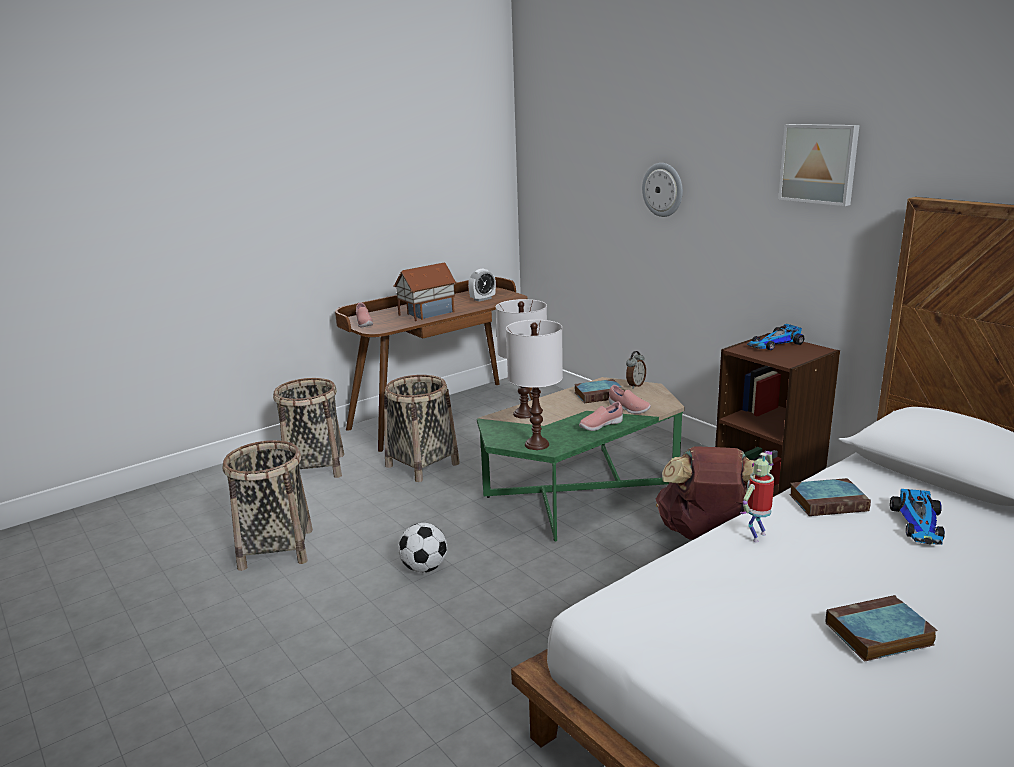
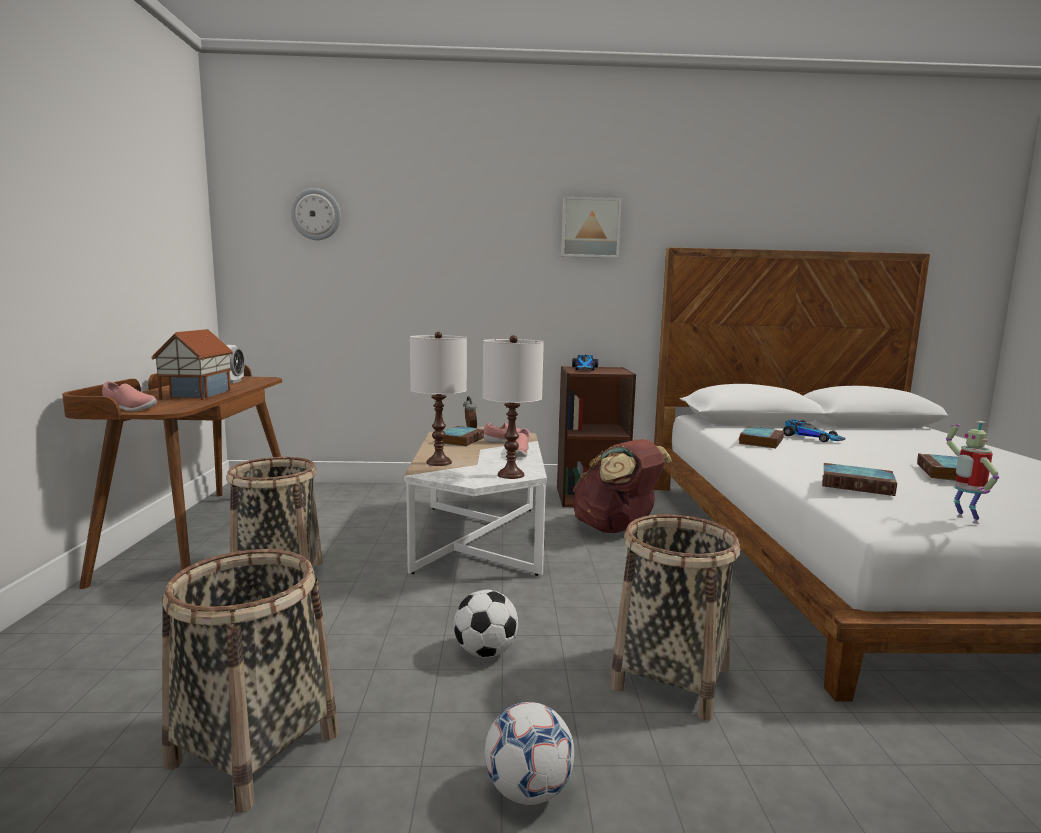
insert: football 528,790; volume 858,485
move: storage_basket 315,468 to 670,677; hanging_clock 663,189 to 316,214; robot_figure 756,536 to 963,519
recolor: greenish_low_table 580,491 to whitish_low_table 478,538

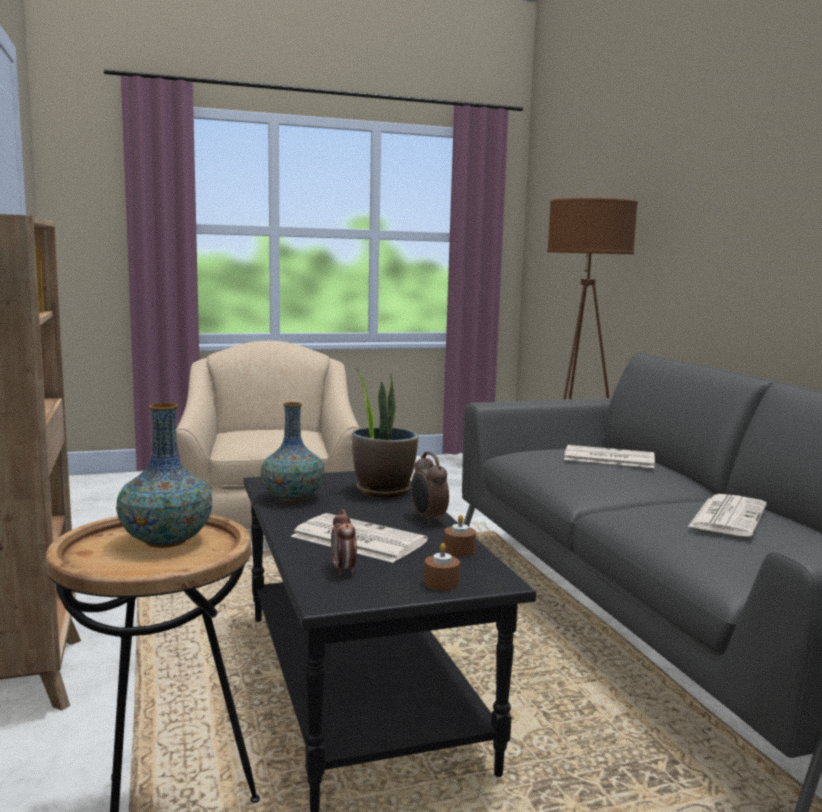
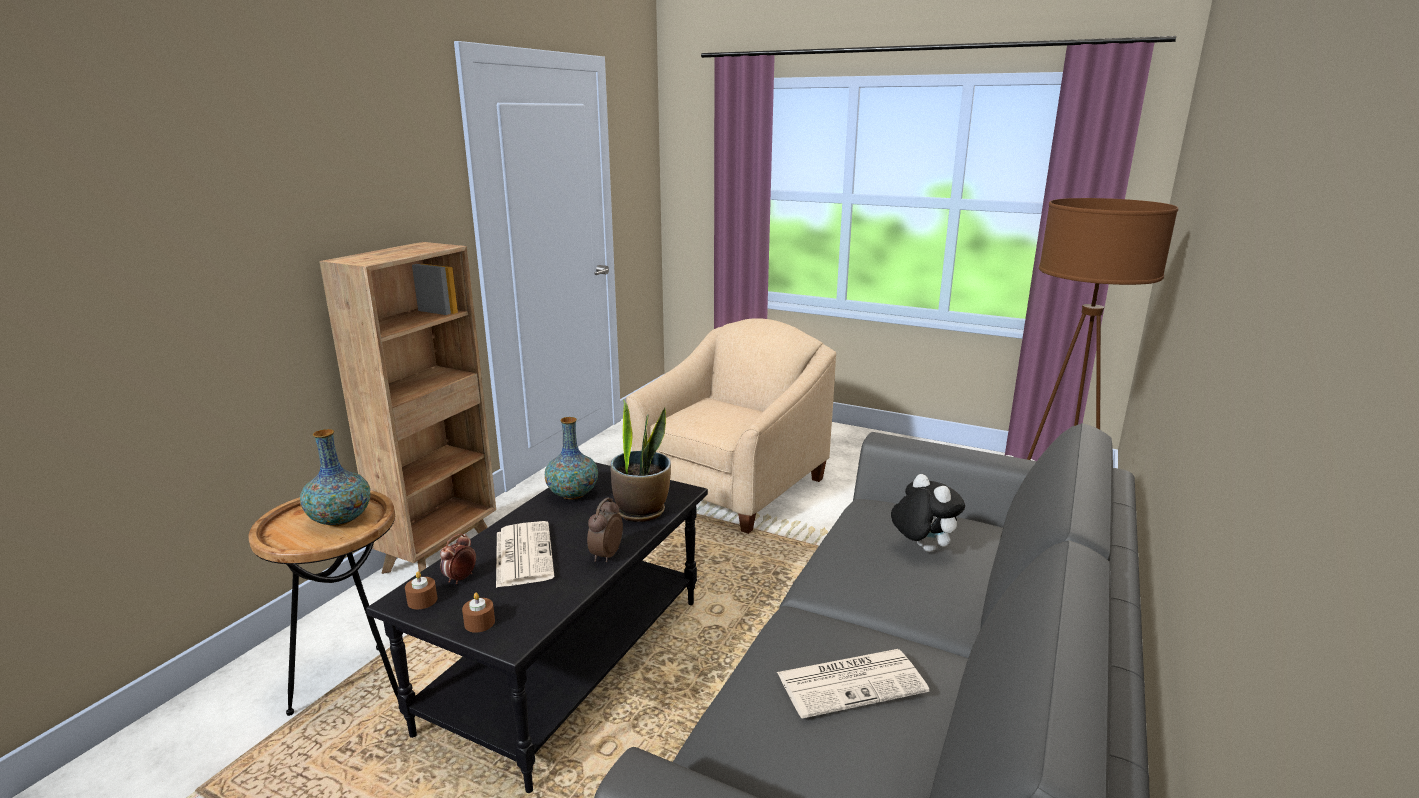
move: brown-coloured_wax_candle 459,551 to 422,600
replace: newspaper 607,458 to soft_toy 921,548

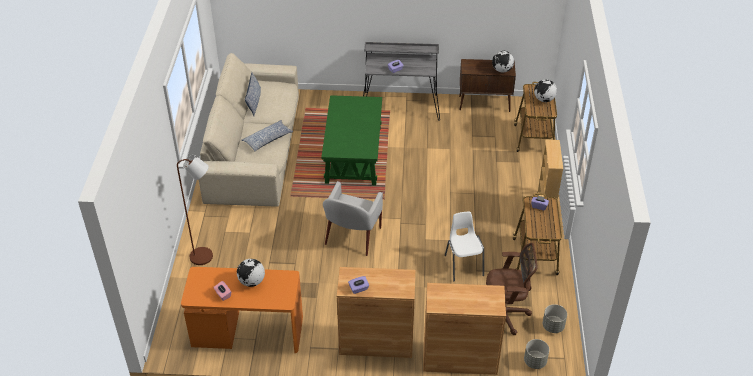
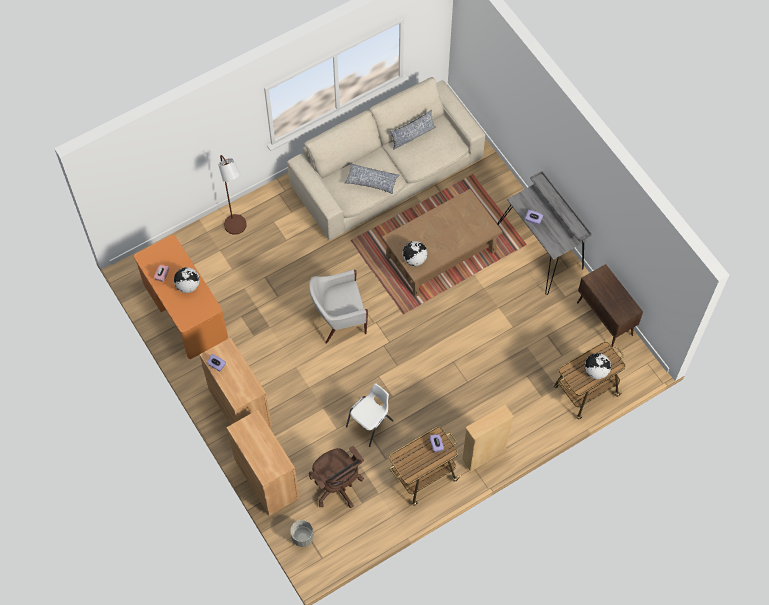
delete: grey_planter 553,326
move: world_globe 502,70 to 414,259
recolor: greenish_low_table 353,154 to brown-coloured_low_table 441,253

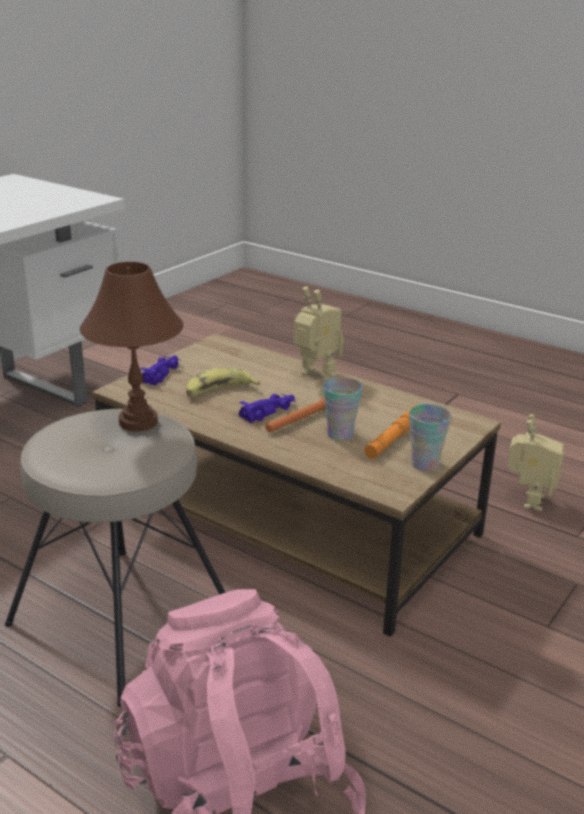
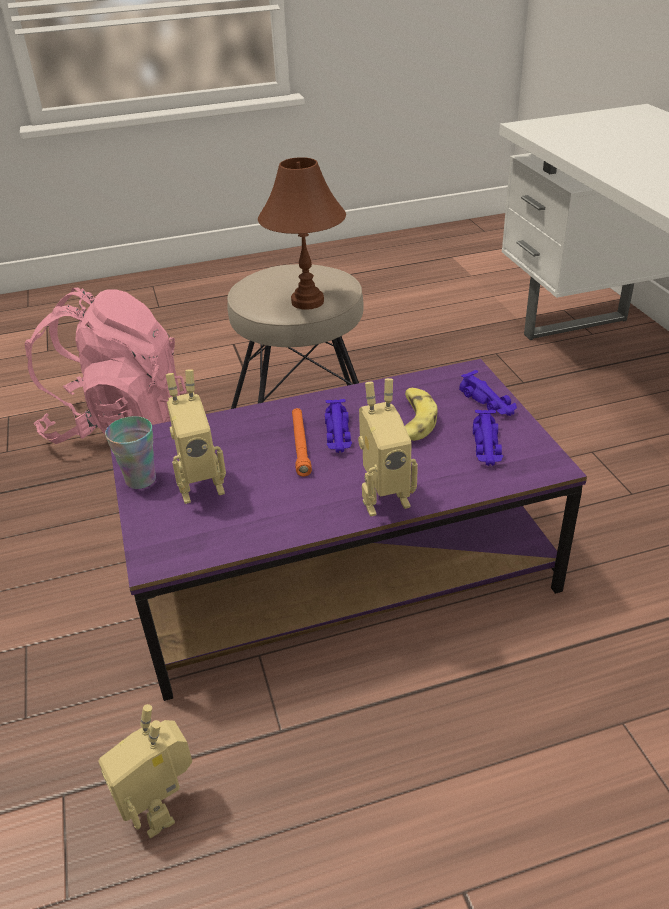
delete: cup 340,434
insert: purple-coloured_miniature_car 486,446
replace: orange_torch 395,437 to robot_figure 200,486
recolor: brown-coloured_low_table 286,517 to purple-coloured_low_table 343,564

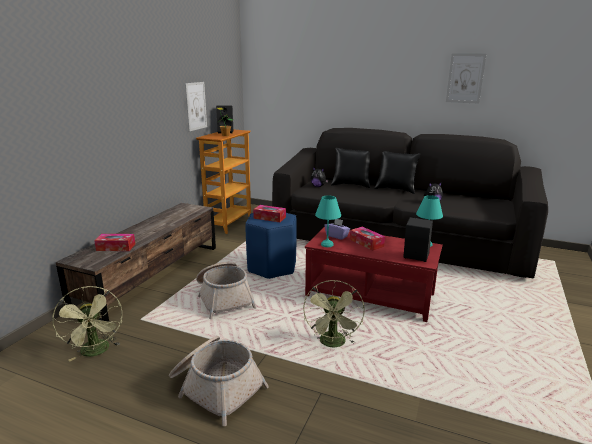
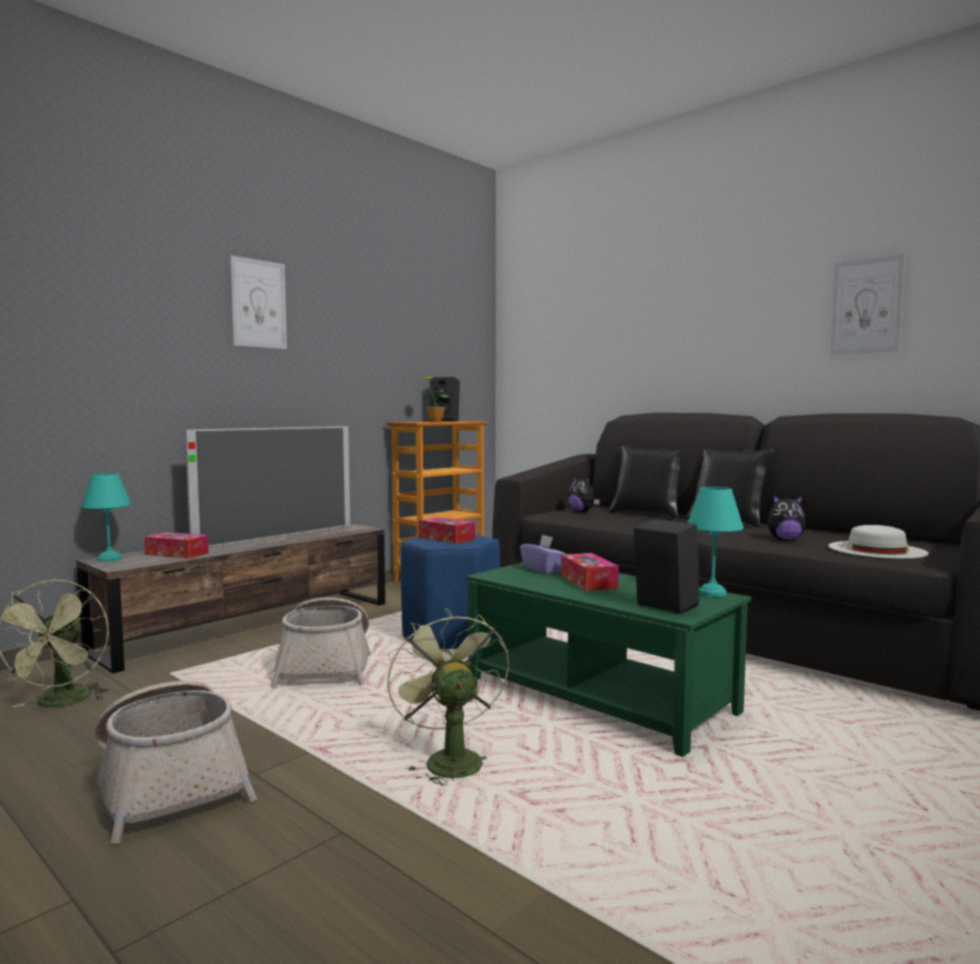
insert: television 277,536; whitish_wearable_hat 877,550
move: picture 196,106 to 258,304; blue-green_lamp_for_a_table 327,245 to 108,559
recolor: reddish_low_table 370,294 to greenish_low_table 600,696
rotate: greenish_cooling_fan 333,344 = 448,759 135 degrees clockwise

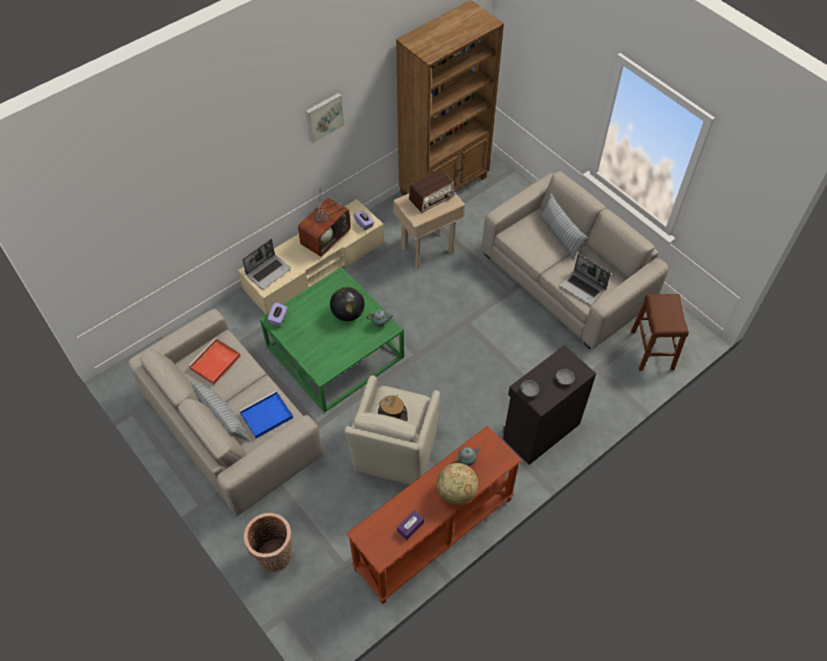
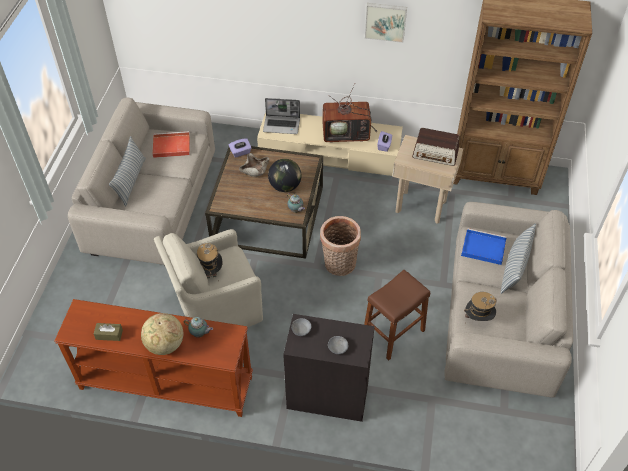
insert: sand-coloured_deep_dish 254,170
move: bluish_carrying_tray 265,416 to 482,248; storage_basket 275,557 to 339,265; brown-coloured_stool_seat 652,350 to 393,333
replace: laptop 583,288 to wearable_hat 478,319
recolor: greenish_low_table 334,352 to brown-coloured_low_table 267,215; purple-coloured_tissue_box 410,527 to brown-coloured_tissue_box 109,334

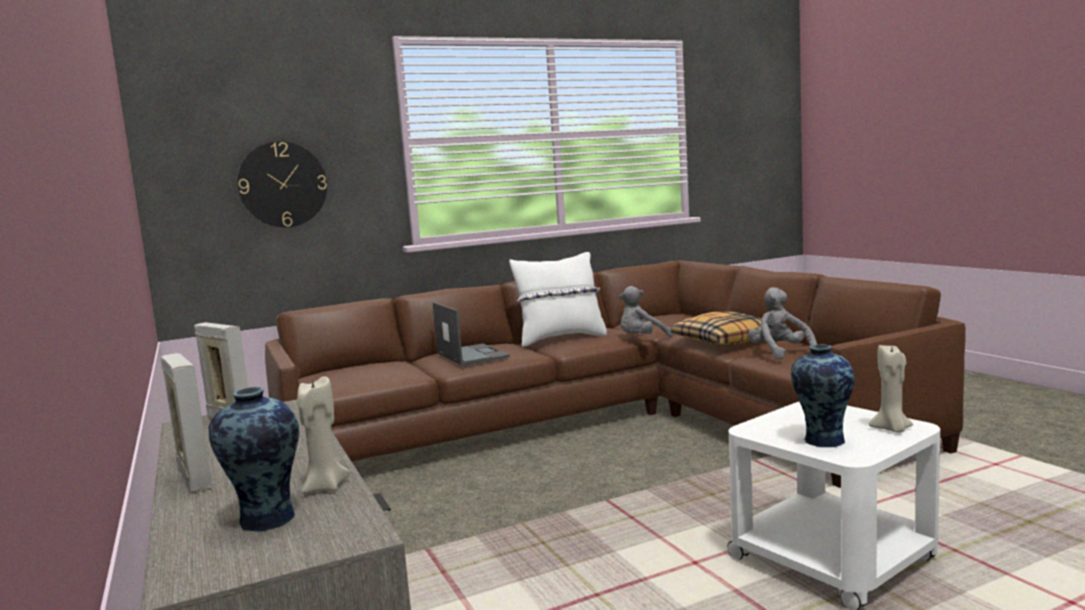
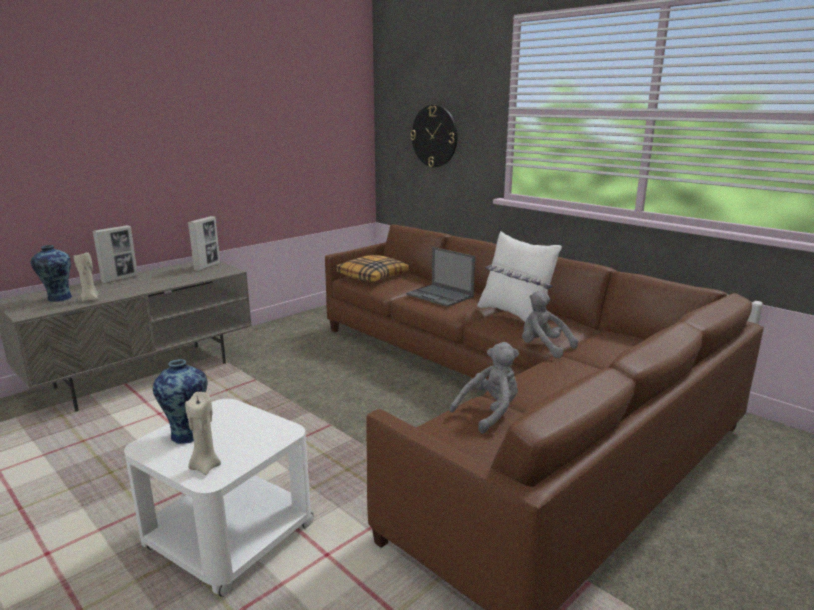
move: throw_pillow 723,340 to 373,276
rotate: laptop 471,355 = 440,295 90 degrees clockwise

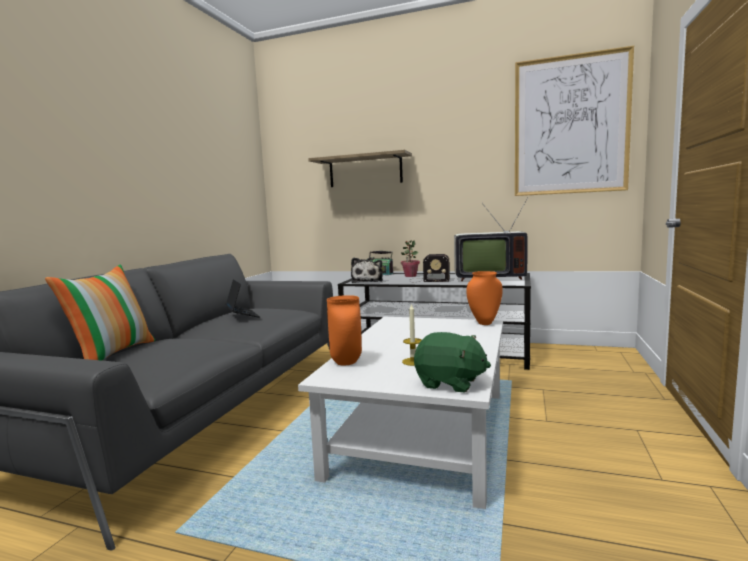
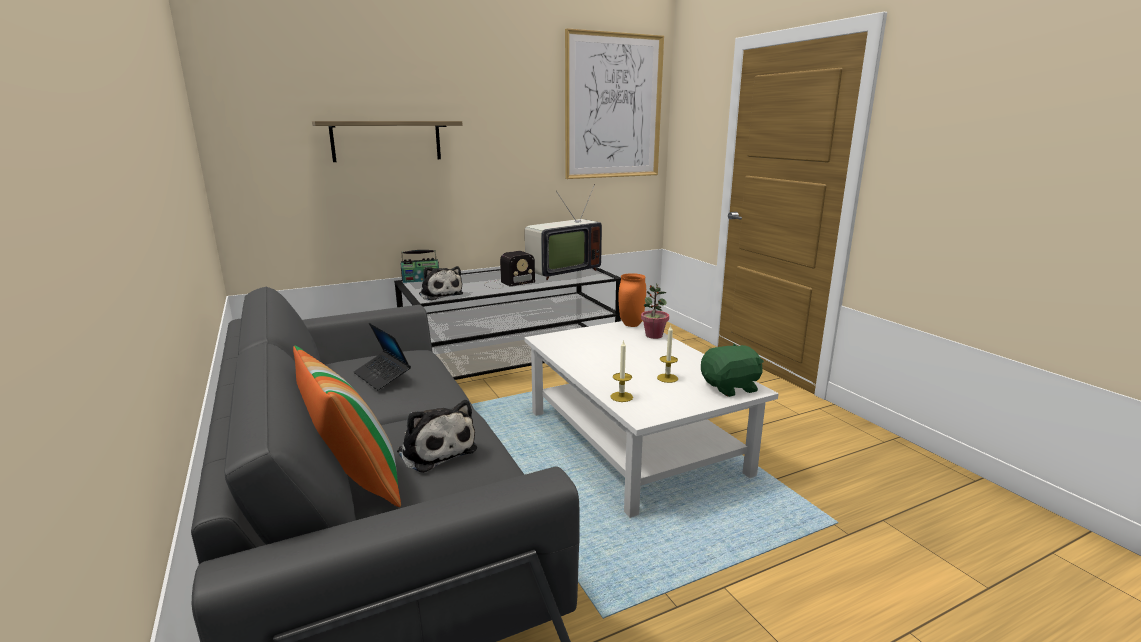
insert: soft_toy 435,450
move: plant_in_a_pot 410,276 to 653,335
replace: orange_decorative_vase 345,363 to wax_candle 621,397
rotate: laptop 242,315 = 382,376 150 degrees counterclockwise

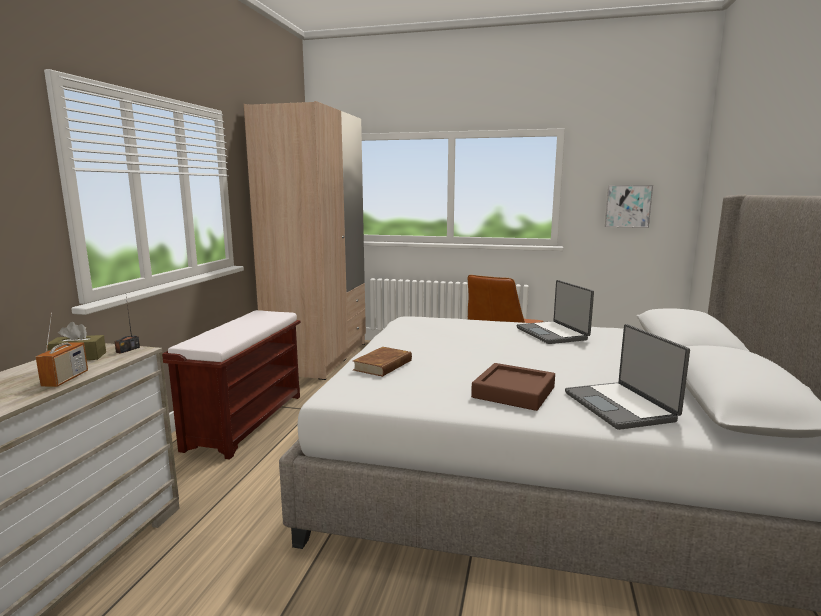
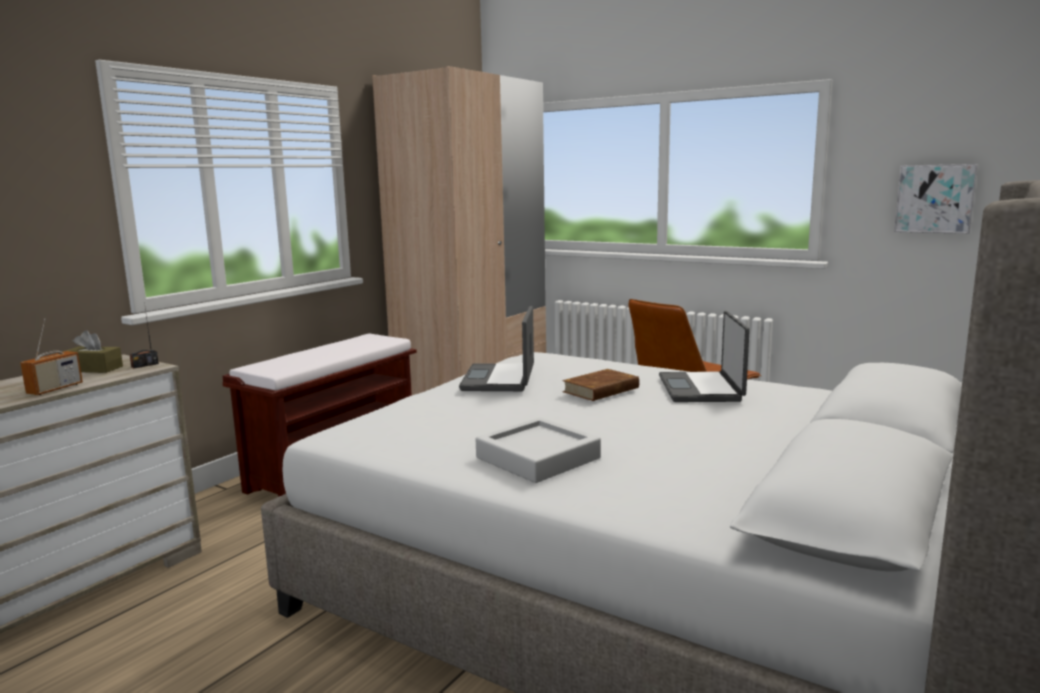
move: brown-coloured_volume 383,365 to 601,390; laptop 621,406 to 500,379
recolor: brown-coloured_carrying_tray 513,392 to grey_carrying_tray 538,458

